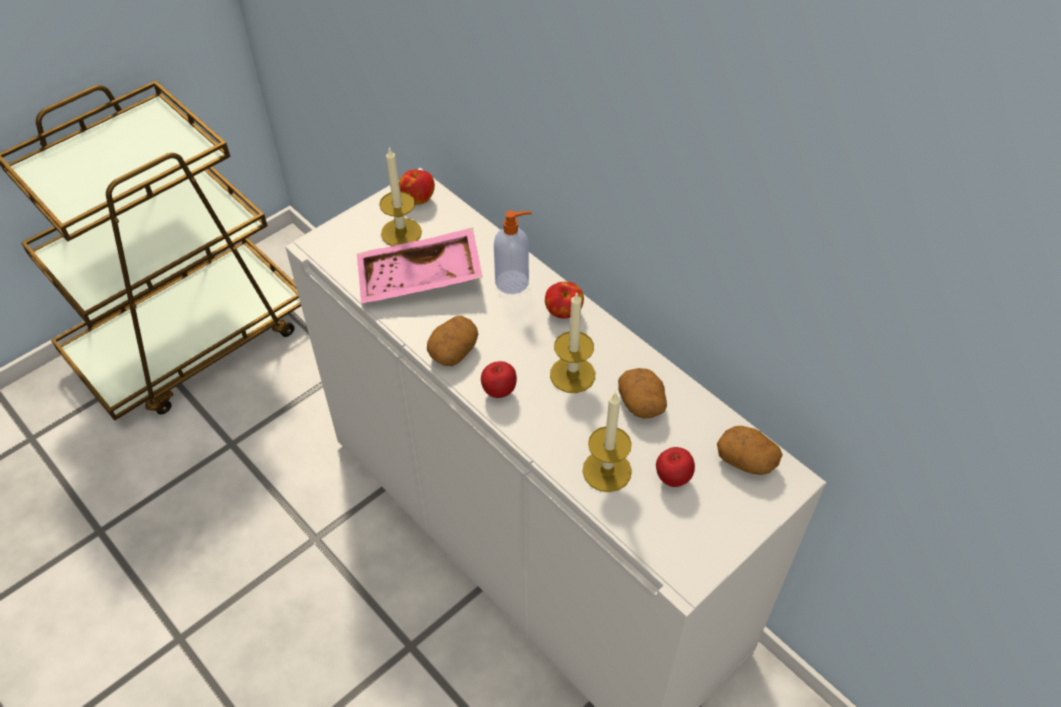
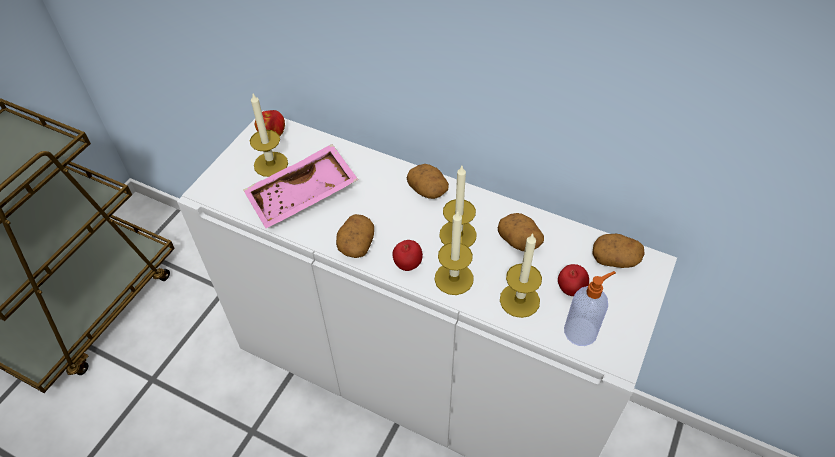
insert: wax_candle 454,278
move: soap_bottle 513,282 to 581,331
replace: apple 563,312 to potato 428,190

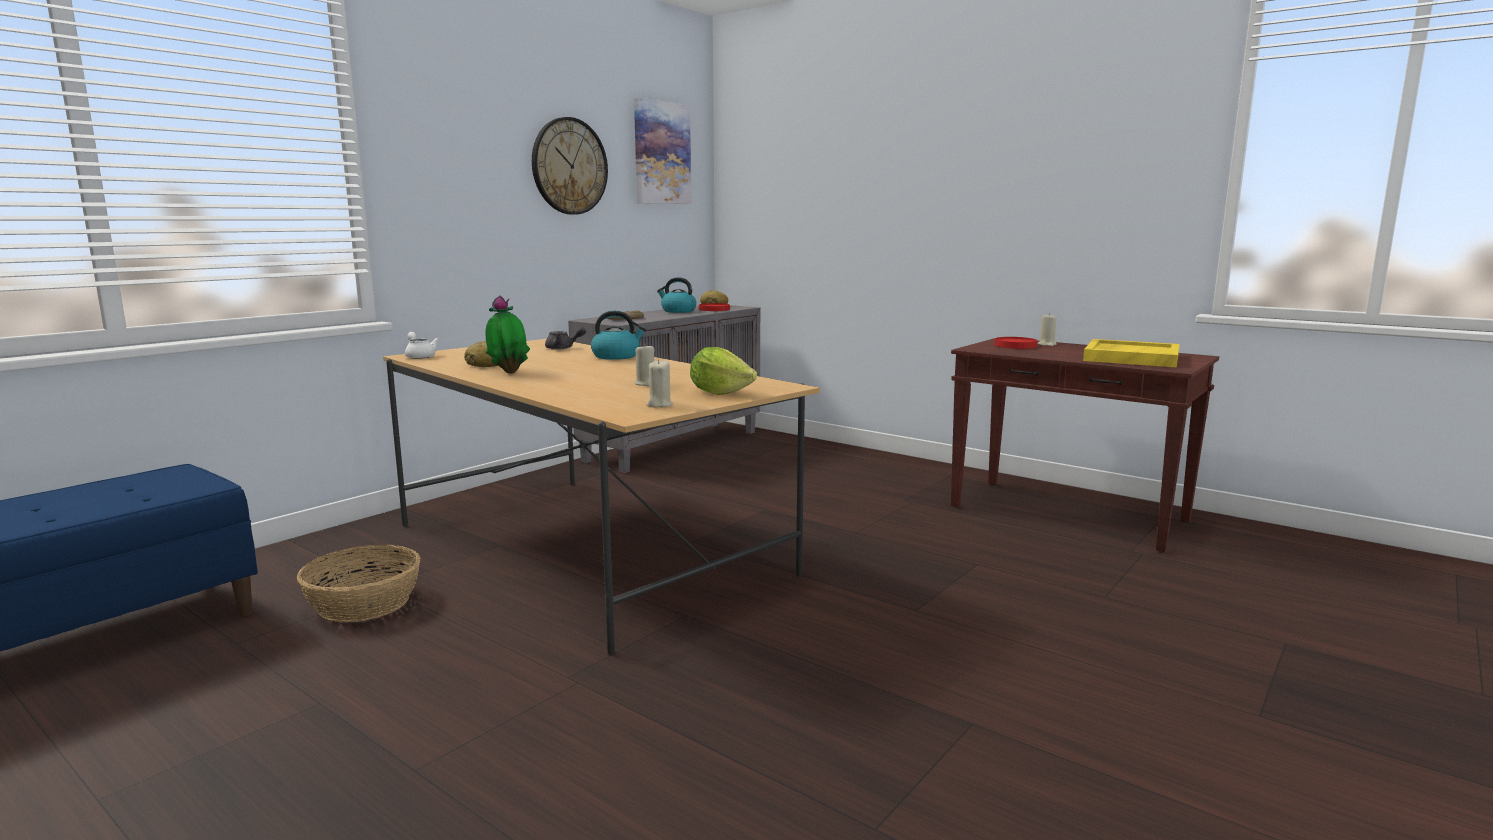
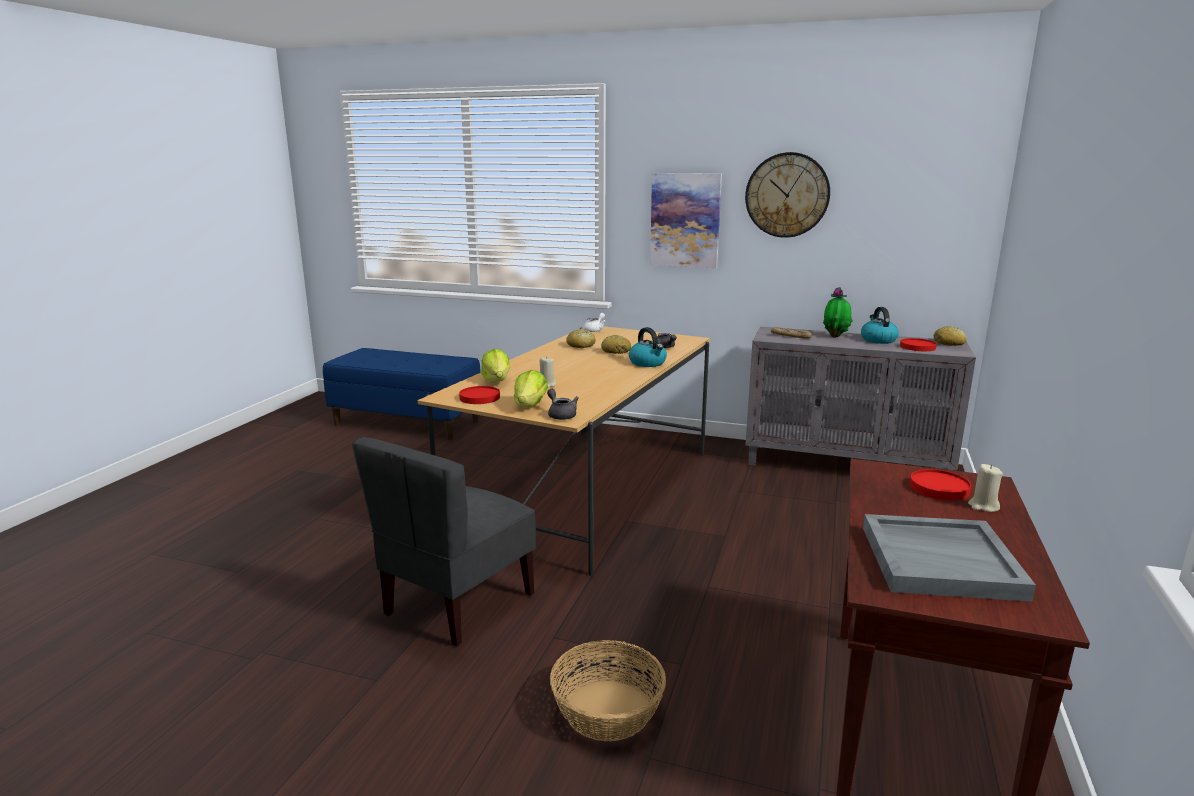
insert: grey_chair 457,604; lettuce 497,381; grey_pot_for_tea 561,415; baked_bread 616,351
move: storage_basket 364,603 to 607,710; plant_in_a_pot 508,372 to 835,336; picture 661,153 to 685,220
replace: sand-coloured_wax_candle 659,405 to reddish_plate 479,398
recolor: yellow_carrying_tray 1130,357 to grey_carrying_tray 941,561

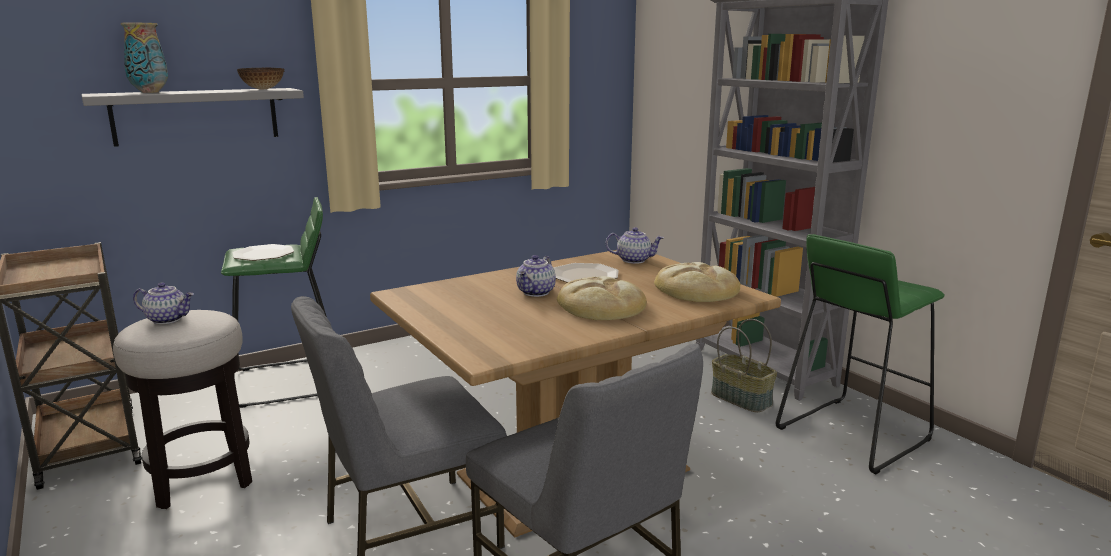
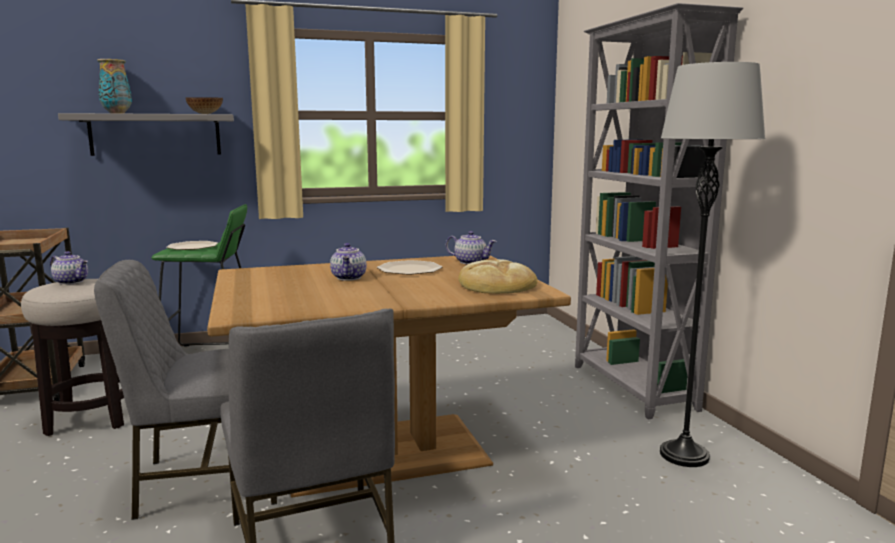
delete: baked_bread 601,306; storage_basket 742,399
replace: greenish_stool_seat 852,434 to grey_standing_lamp 684,455
rotate: pot_for_tea 536,293 = 349,278 45 degrees counterclockwise

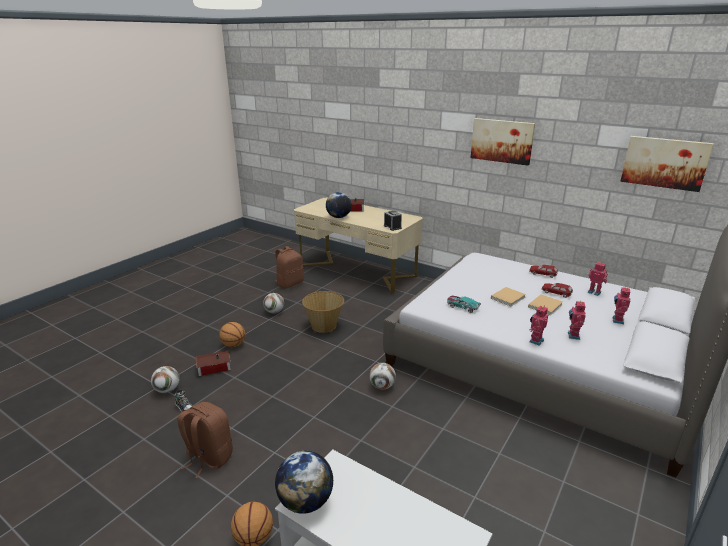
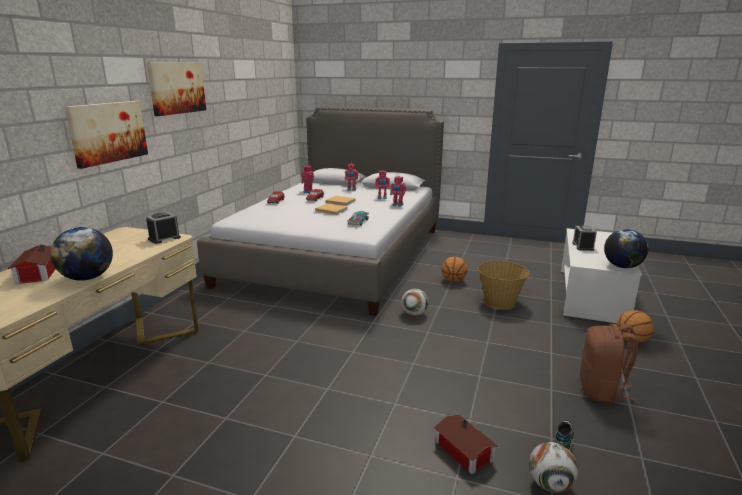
delete: football 274,312; brown-coloured_backpack 290,283
insert: bedside_clock 582,246
move: ball_for_basketball 234,345 to 453,280; storage_basket 324,326 to 500,302; picture 664,163 to 108,132

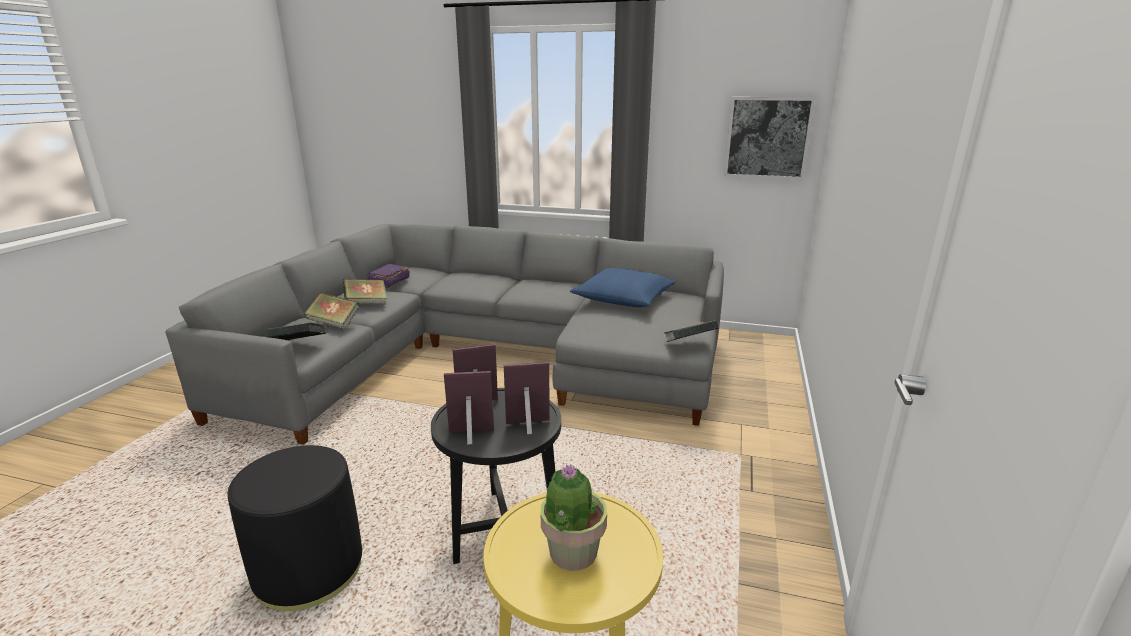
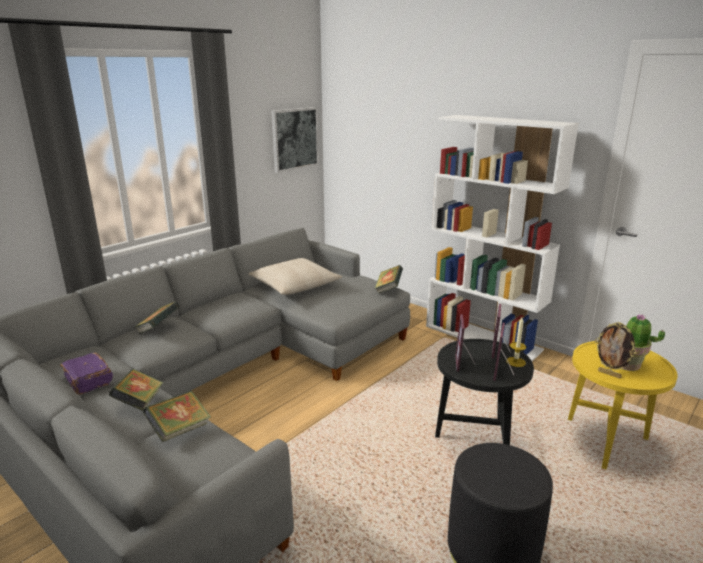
insert: whitish_shelving_unit 483,338; wax_candle 515,362; photo_frame 609,374
move: volume 298,345 to 159,328
recolor: bluish_throw_pillow 623,298 to sand-coloured_throw_pillow 294,285

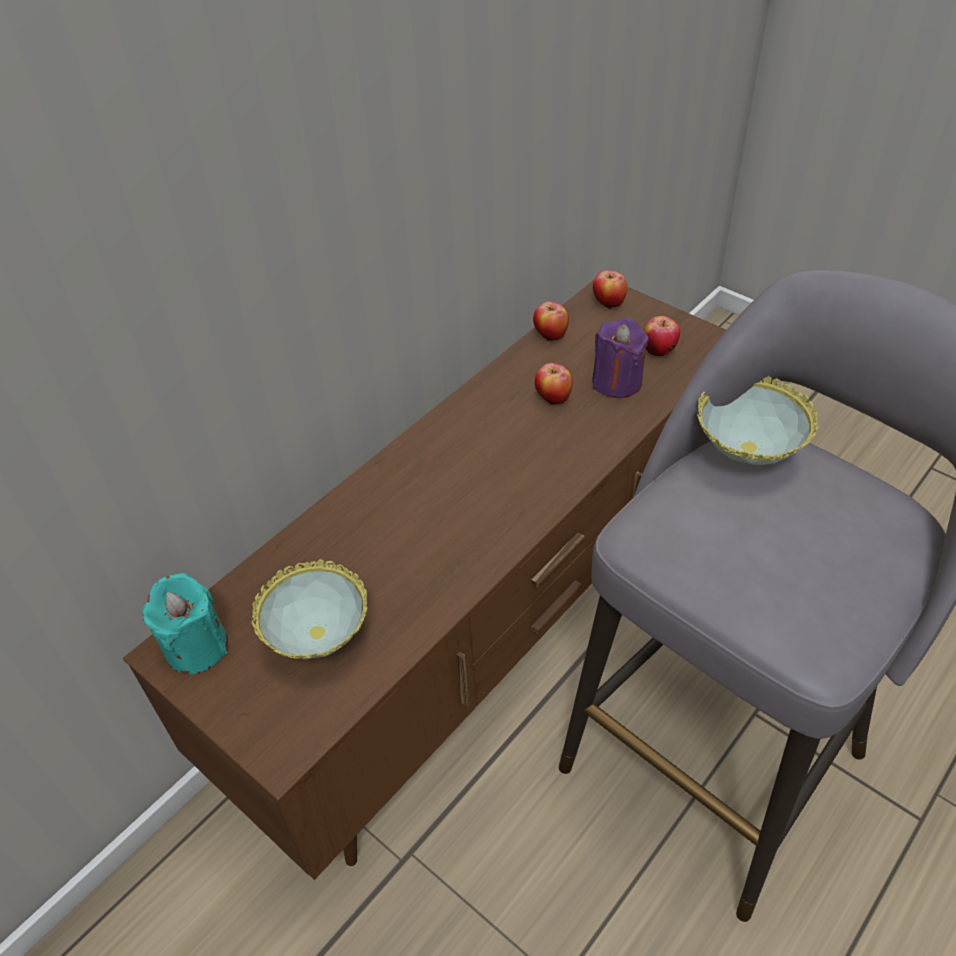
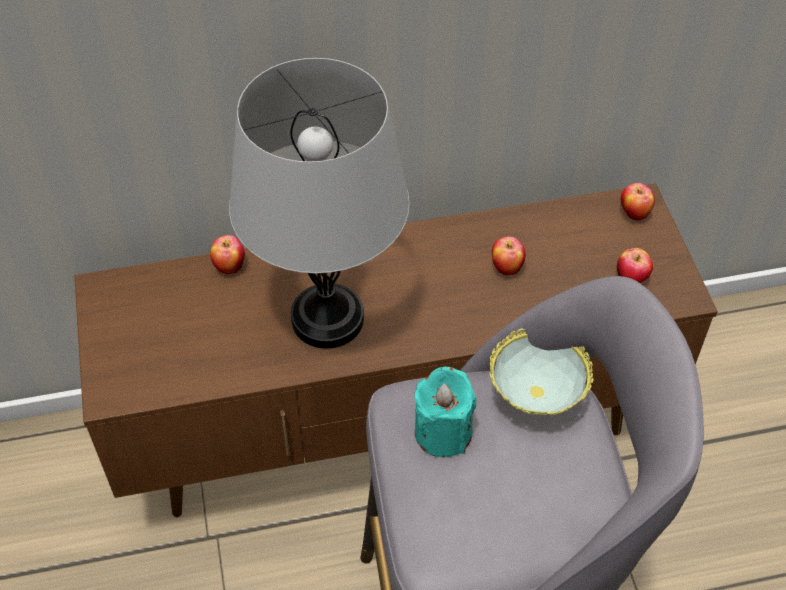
delete: deep_dish 319,640; purple-coloured_wax_candle 617,382
insert: grey_lamp_for_a_table 328,318
move: blue-green_wax_candle 196,647 to 443,432; apple 550,336 to 229,266

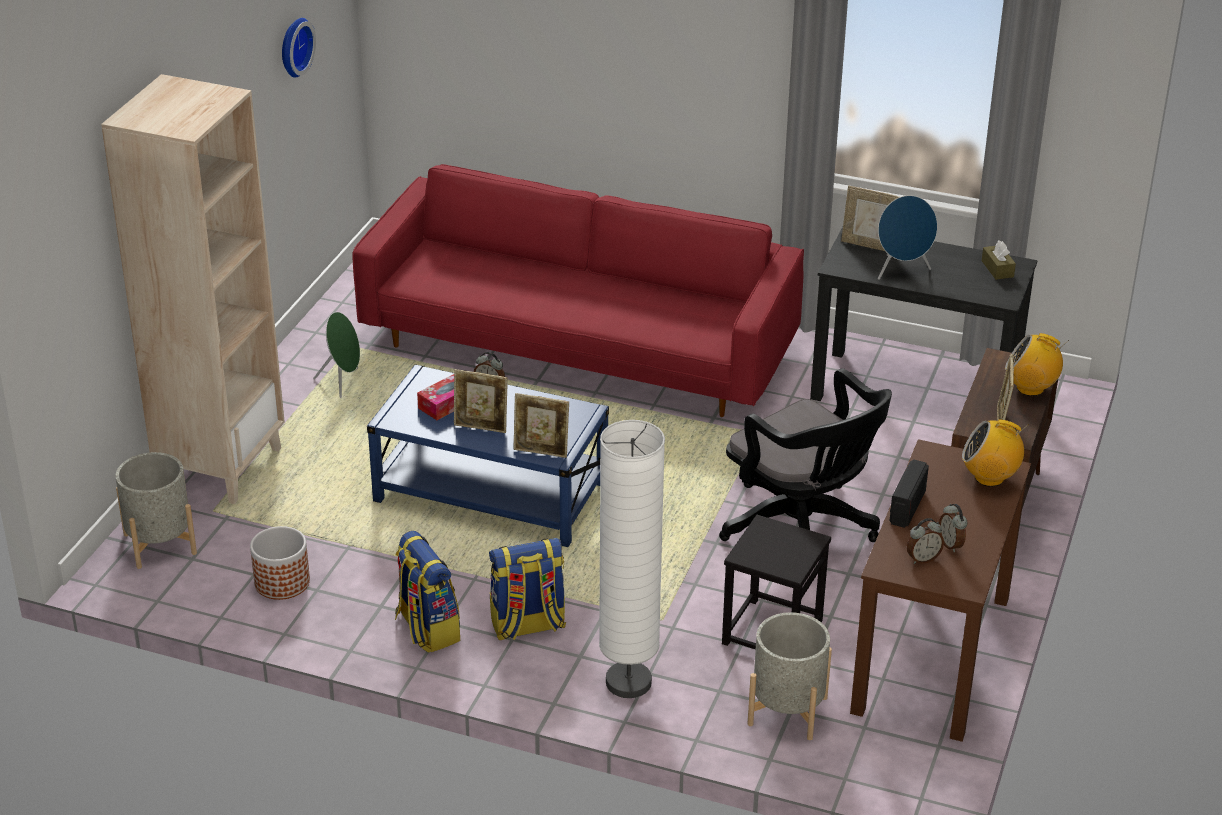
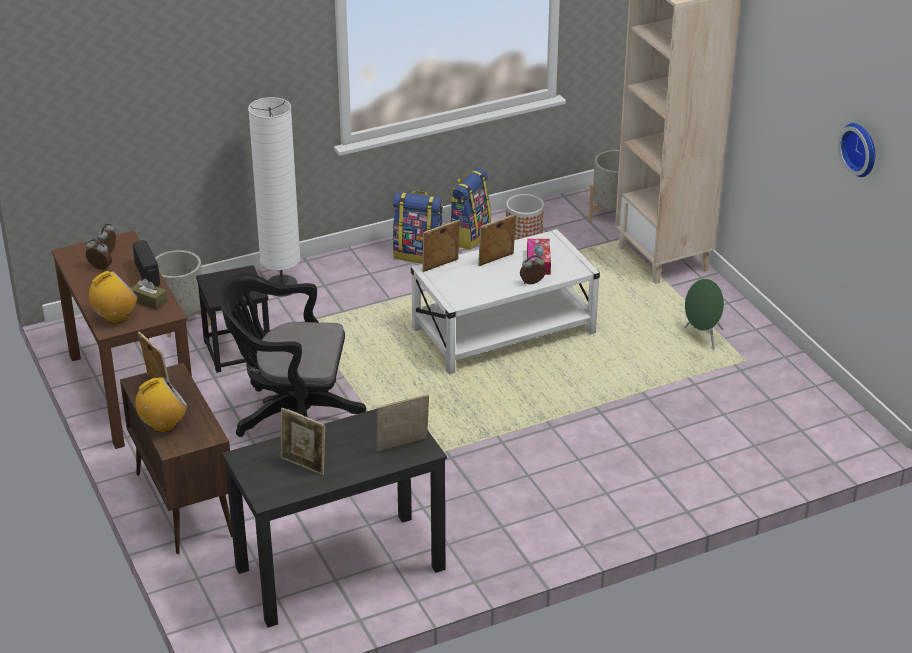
delete: reddish_couch 579,346; bluish_speaker 902,271
insert: photo_frame 304,465
move: backpack 527,626 to 468,236; brown-coloured_tissue_box 997,269 to 149,301
recolor: bluish_low_table 491,492 to whitish_low_table 503,331

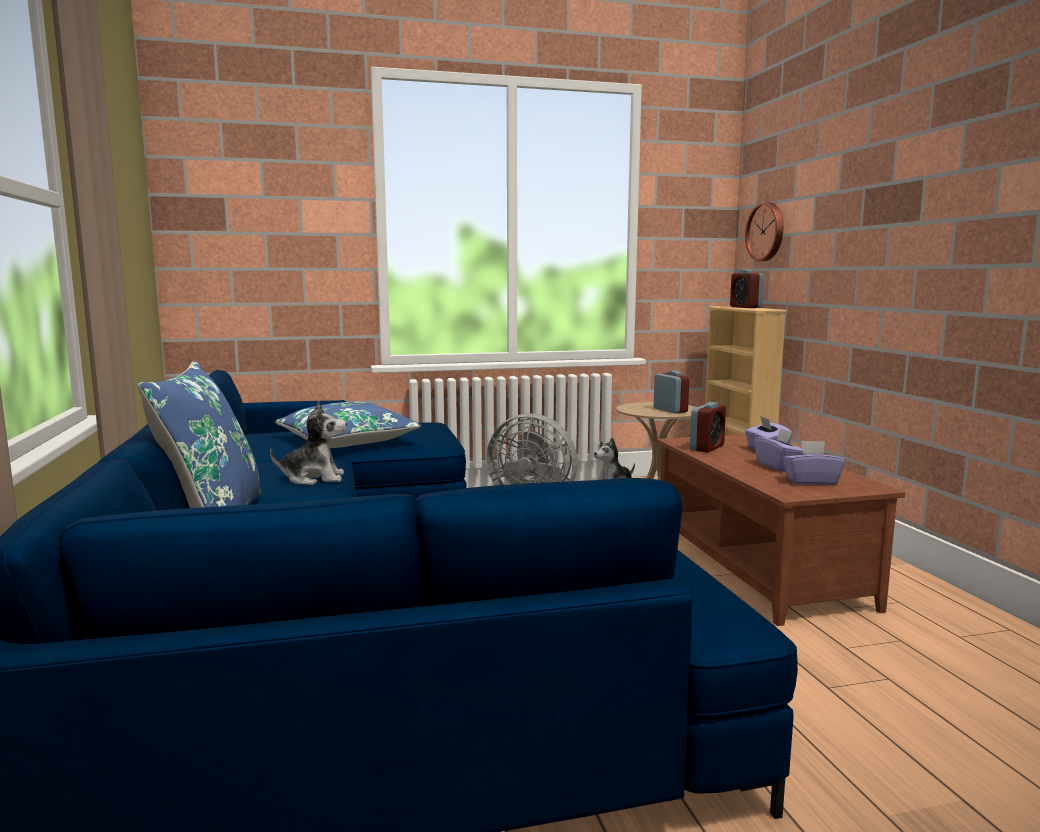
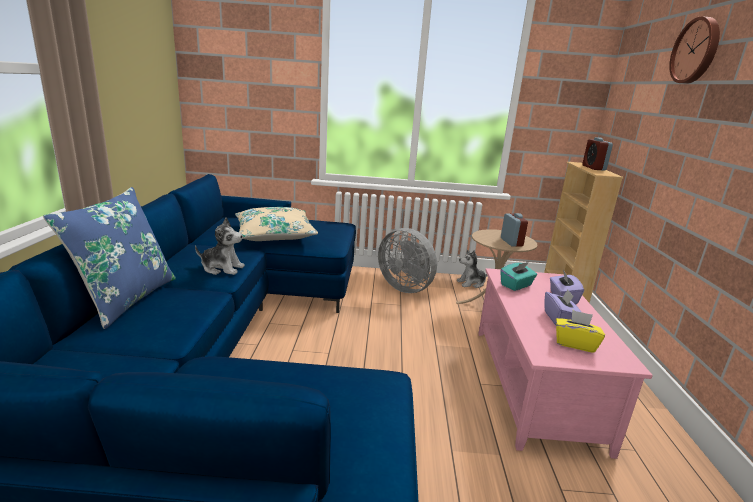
move: hanging_clock 766,232 to 696,51
replace: bedside_clock 707,448 to blue-green_tissue_box 516,285
recolor: bluish_throw_pillow 347,441 to sand-coloured_throw_pillow 274,234; brown-coloured_low_table 754,567 to pink-coloured_low_table 532,384; purple-coloured_tissue_box 811,481 to yellow_tissue_box 574,343

